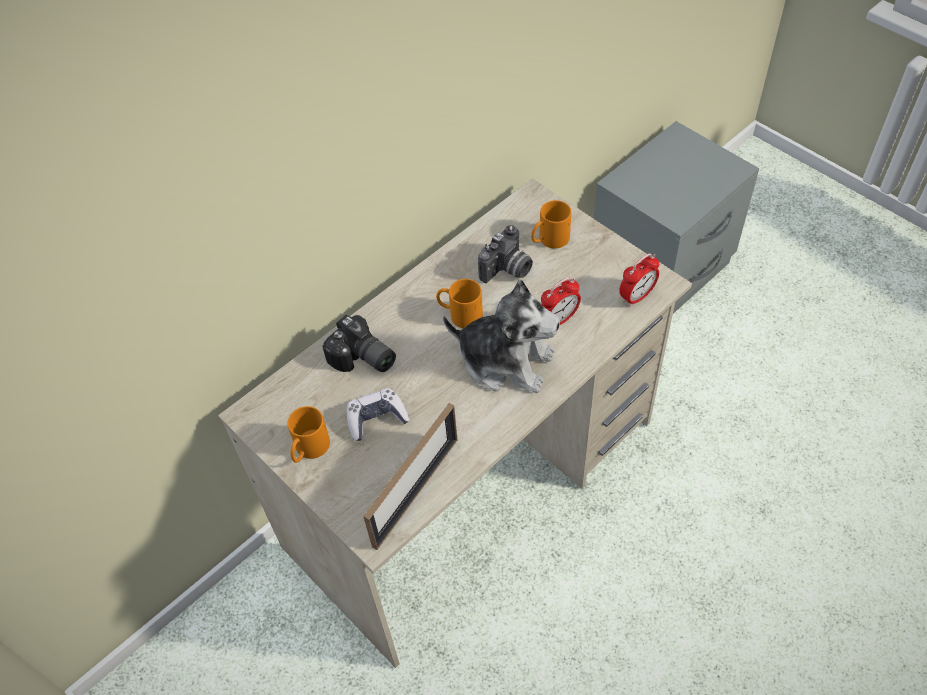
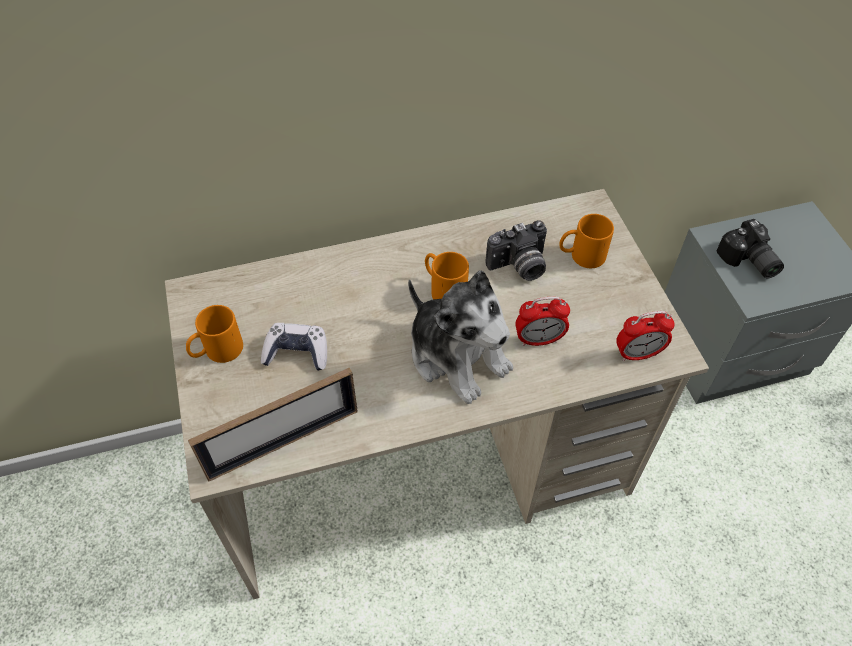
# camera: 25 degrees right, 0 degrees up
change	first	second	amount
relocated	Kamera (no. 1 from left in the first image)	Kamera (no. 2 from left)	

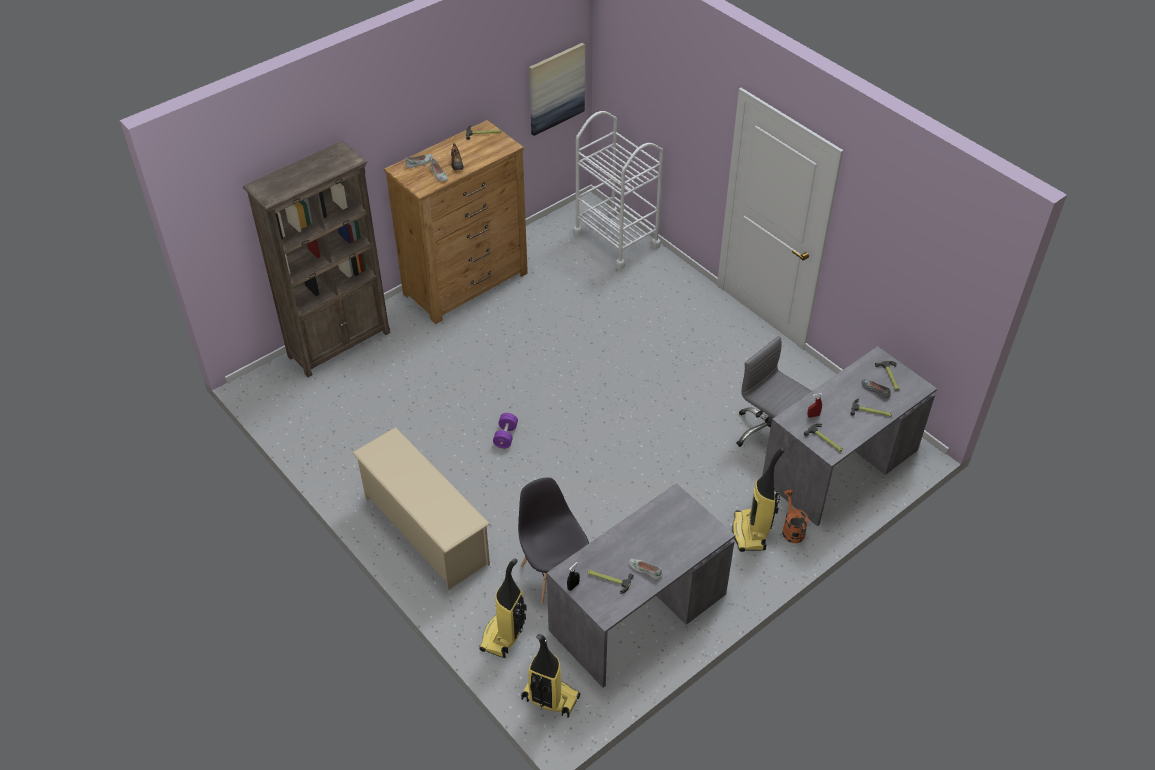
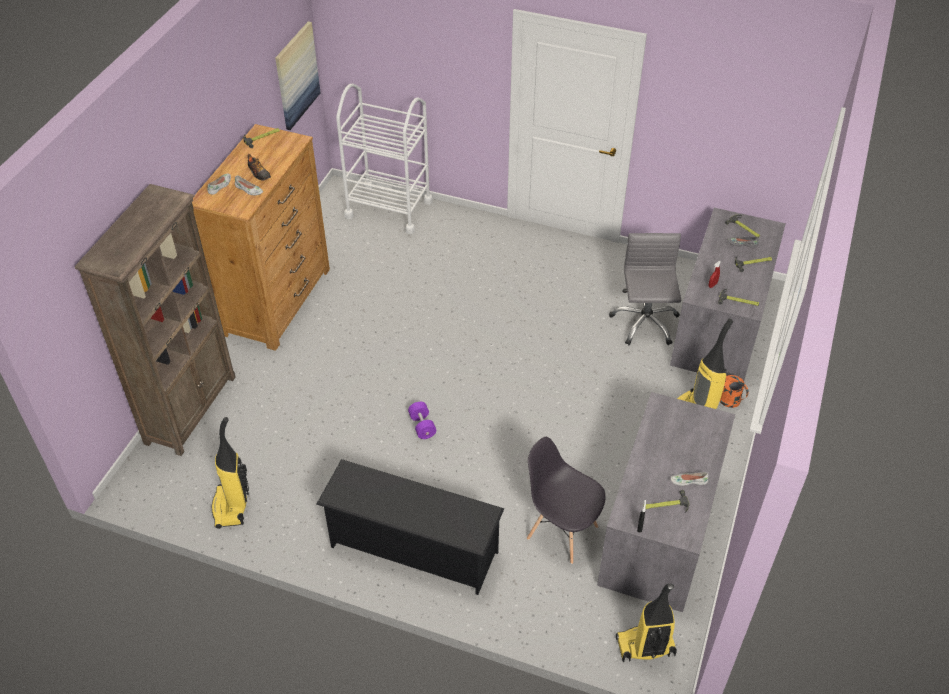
# camera: 30 degrees left, 0 degrees up
change	first	second	amount
spun	Bürostuhl (grau)		75 degrees clockwise
colour	Schuhregal (beige)	Schuhregal (schwarz)	
relocated	Staubsauger (no. 1 from left)		

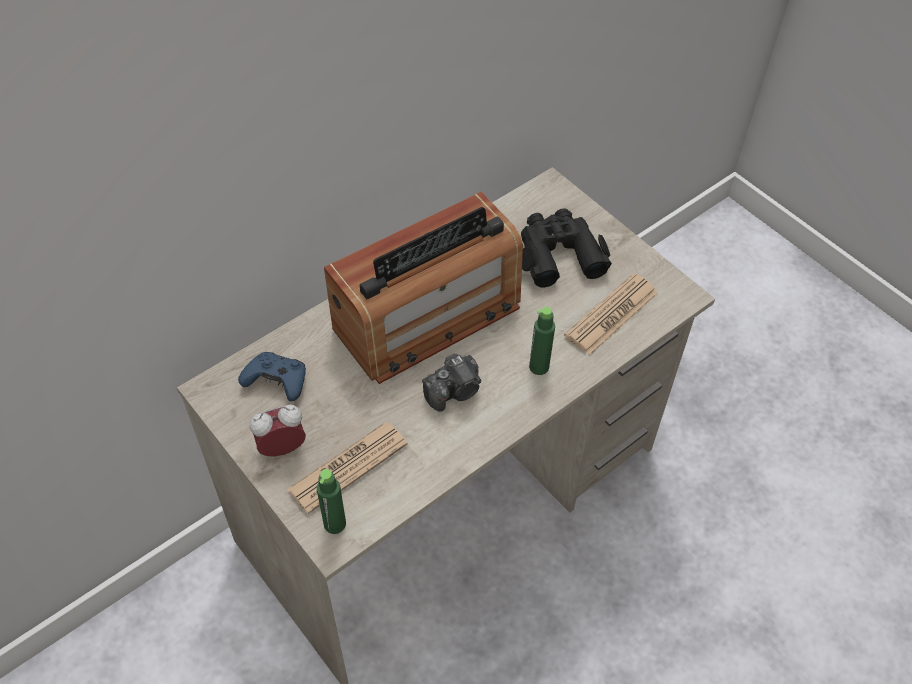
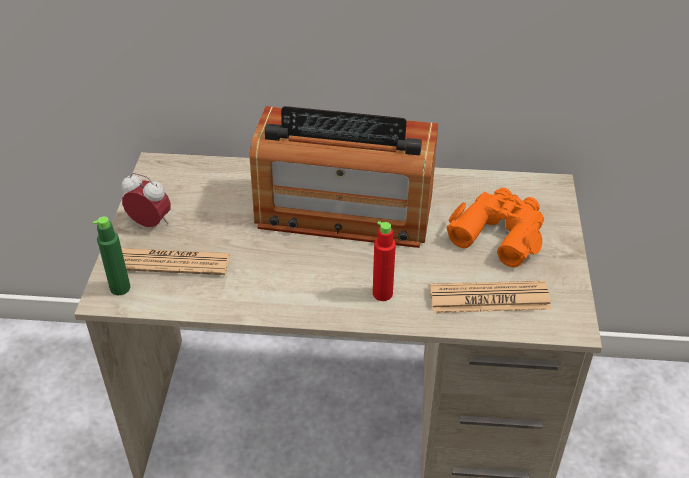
# camera: 45 degrees right, 10 degrees down
change	first	second	amount
colour	Fernglas (schwarz)	Fernglas (orange)	
colour	Flasche (grün) (no. 2 from left)	Flasche (rot)	
missing	Gamepad (blau)		
missing	Kamera		

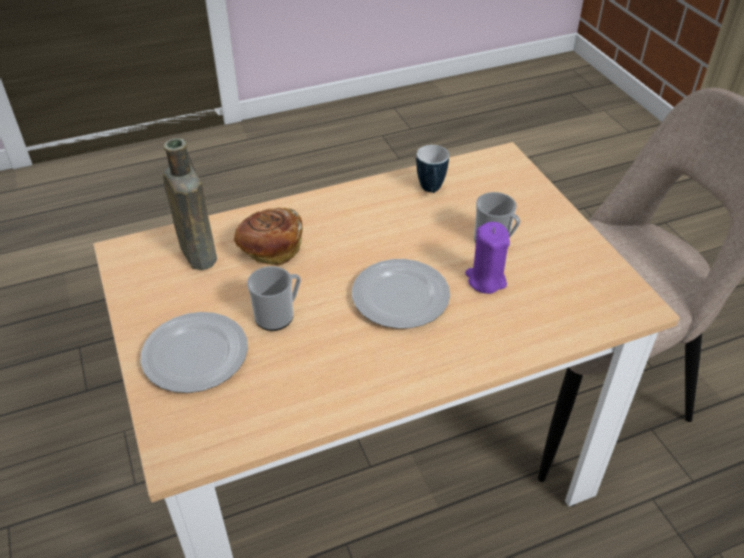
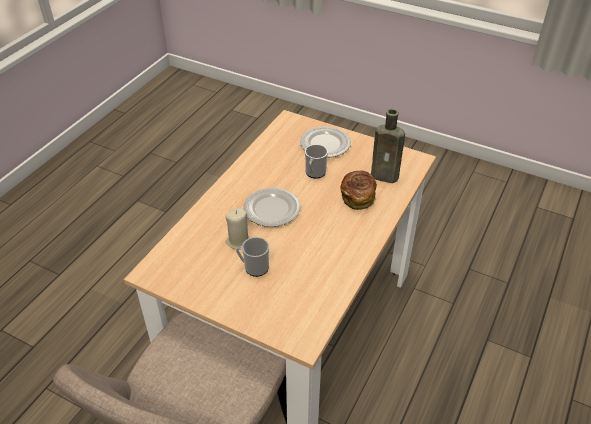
# camera: 140 degrees right, 0 degrees up
change	first	second	amount
missing	Henkelbecher (no. 2 from left)		
colour	Kerze (lila)	Kerze (beige)	

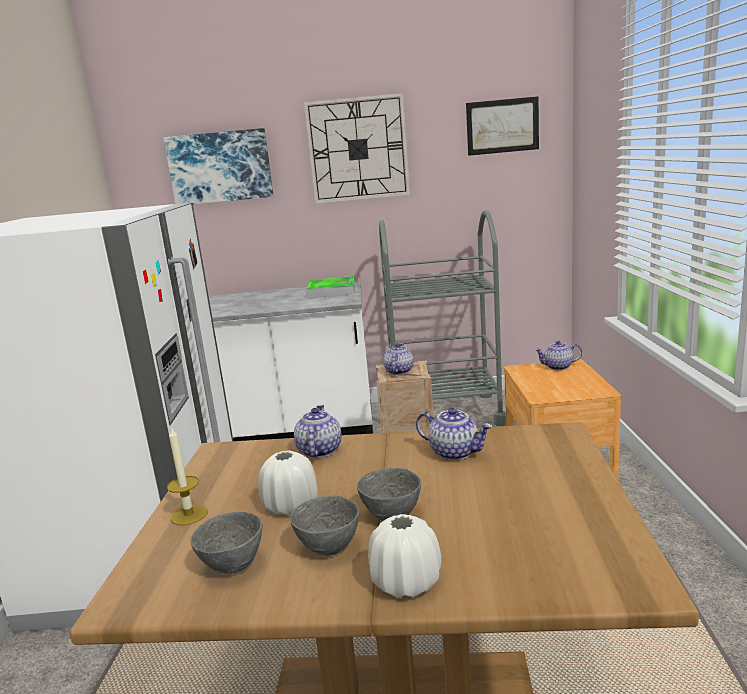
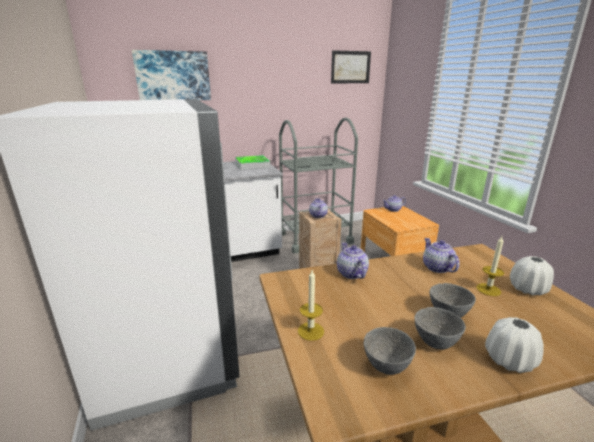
# camera: 20 degrees left, 5 degrees up
change	first	second	amount
missing	Wanduhr		
spun	Teekanne (no. 3 from left in the first image)	Teekanne (no. 4 from left)	120 degrees counterclockwise
relocated	Vase (weiß) (no. 1 from left in the first image)	Vase (weiß) (no. 2 from left)	
appeared		Kerze (no. 2 from left)	

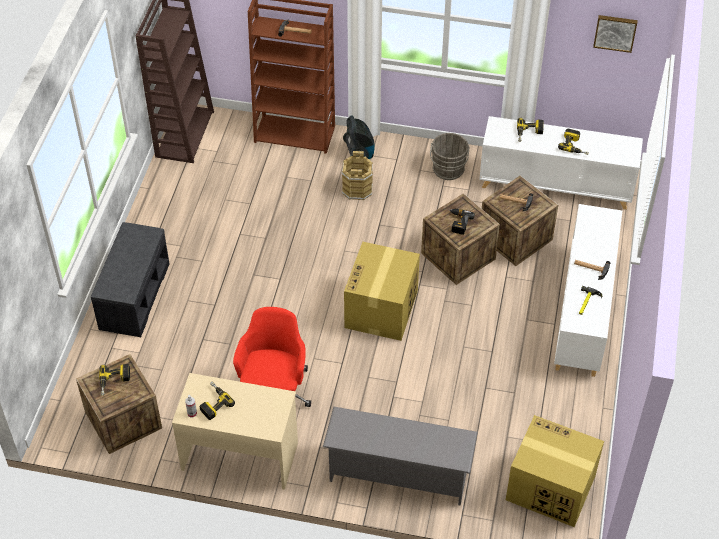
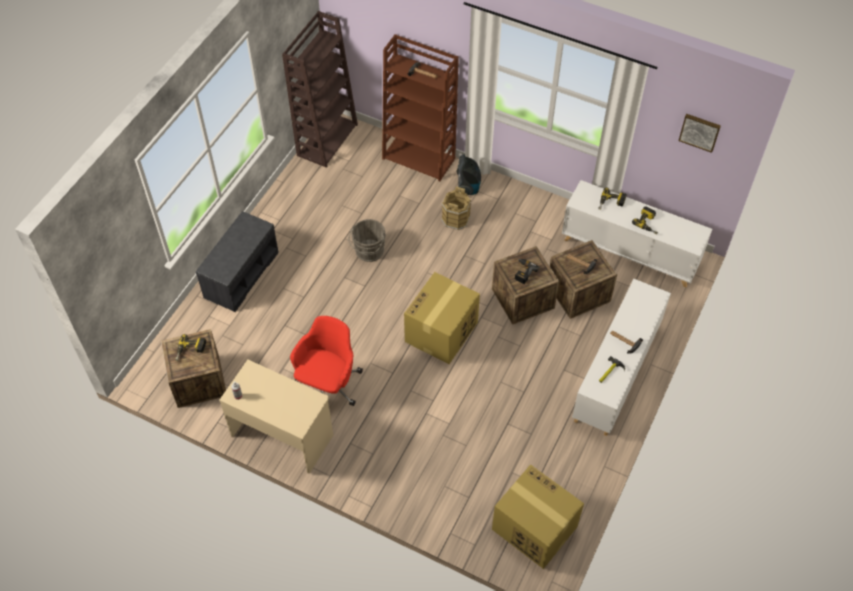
# camera: 15 degrees right, 5 degrees up
change	first	second	amount
relocated	Eimer (grau)		
missing	Bohrmaschine (no. 2 from left)		
missing	Schuhregal (grau)		

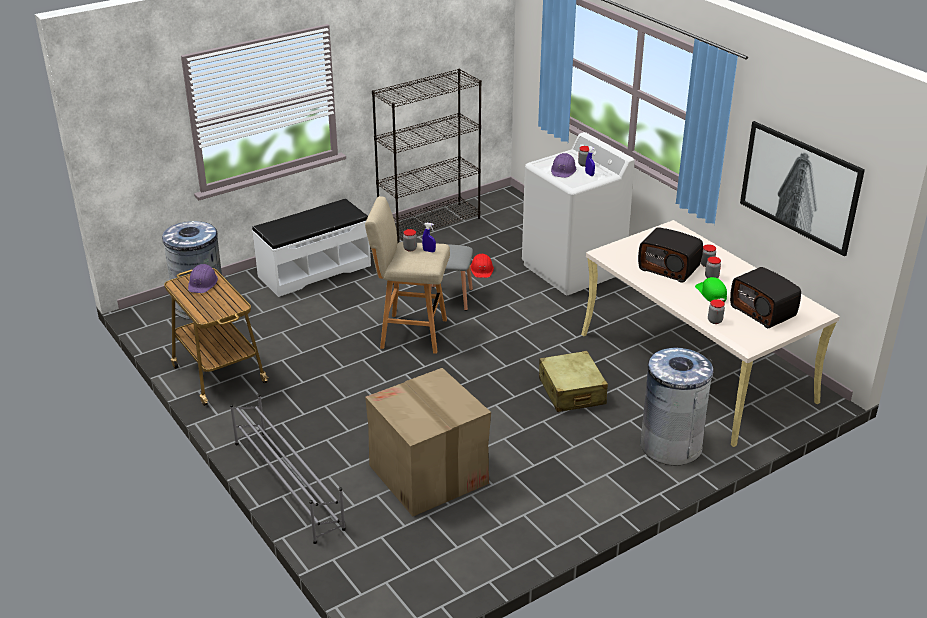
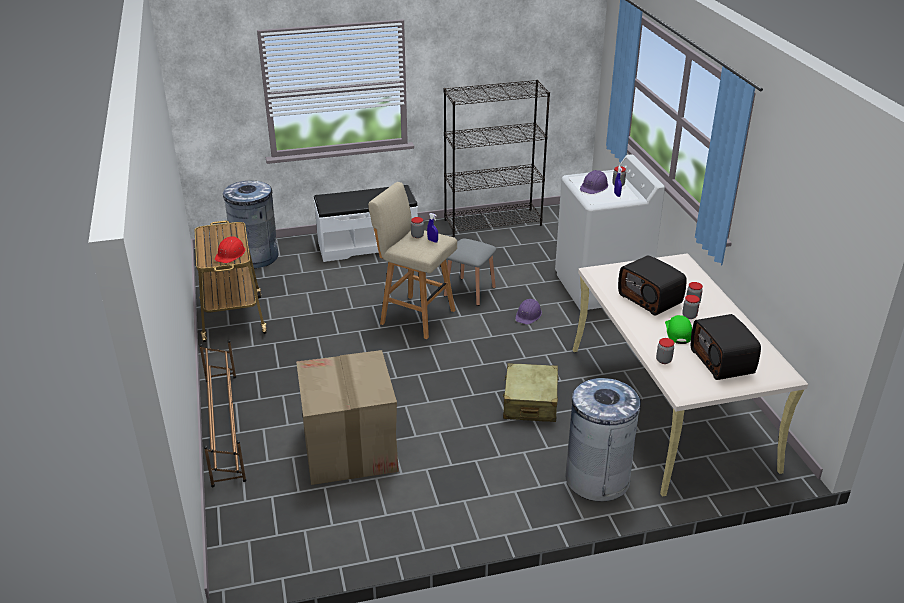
# camera: 20 degrees right, 0 degrees up
change	first	second	amount
missing	Bild		
relocated	Schutzhelm (rot)		
relocated	Schutzhelm (lila) (no. 1 from left)		
colour	Schuhregal (grau)	Schuhregal (braun)	

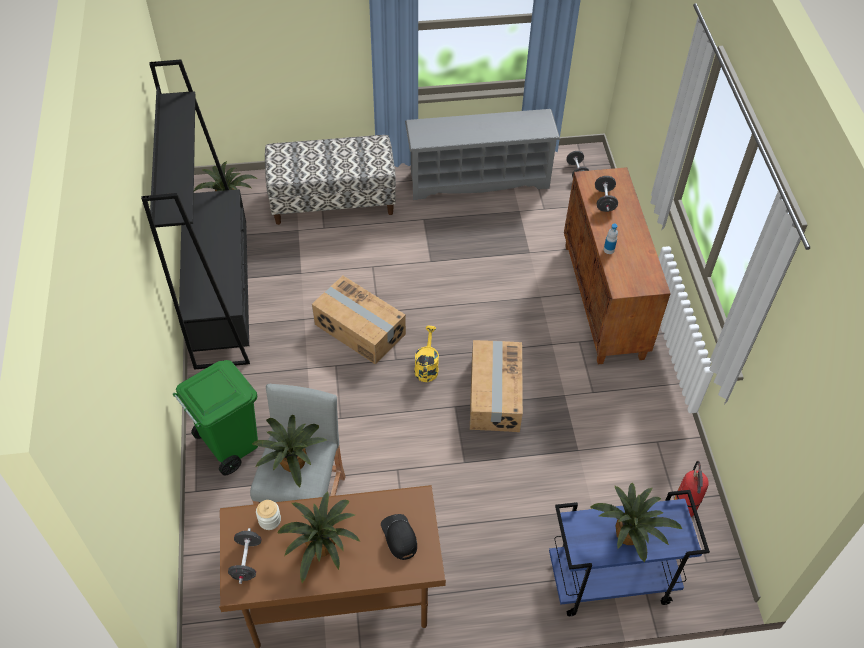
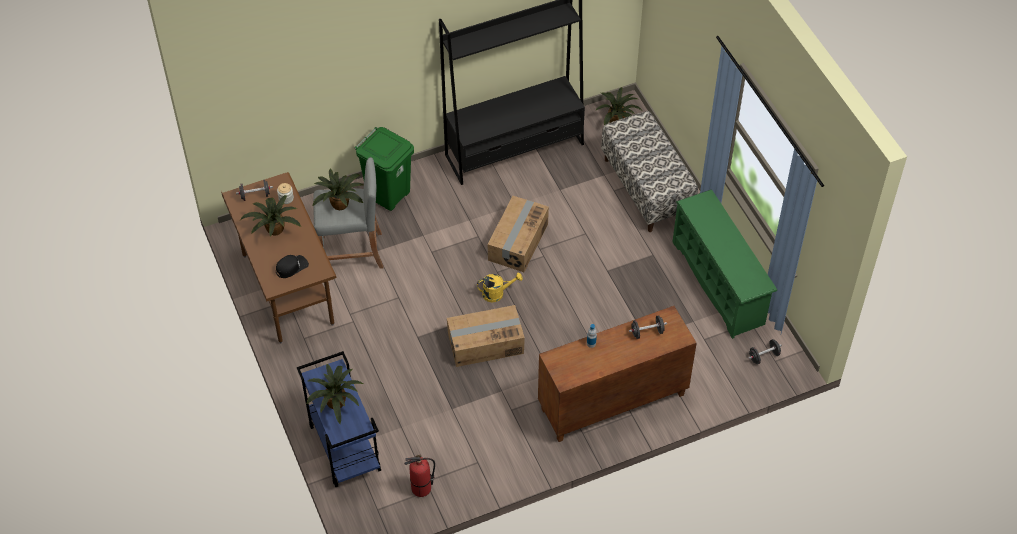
# camera: 75 degrees right, 0 degrees up
change	first	second	amount
colour	Schuhregal (grau)	Schuhregal (grün)	

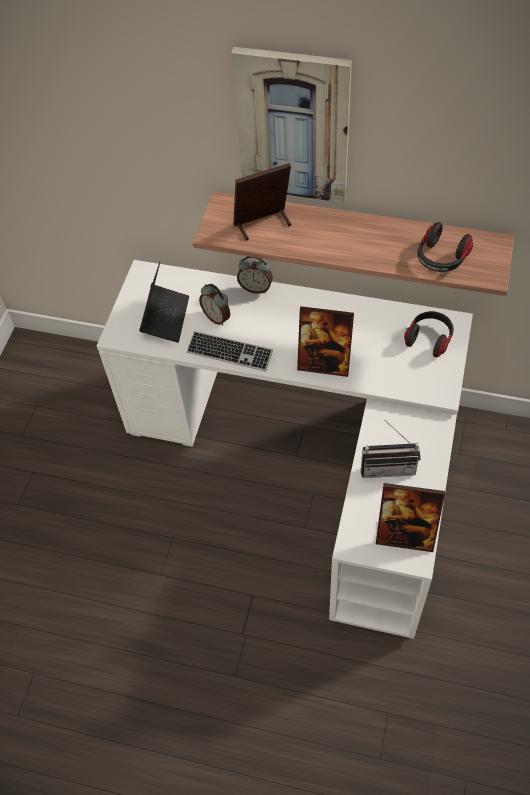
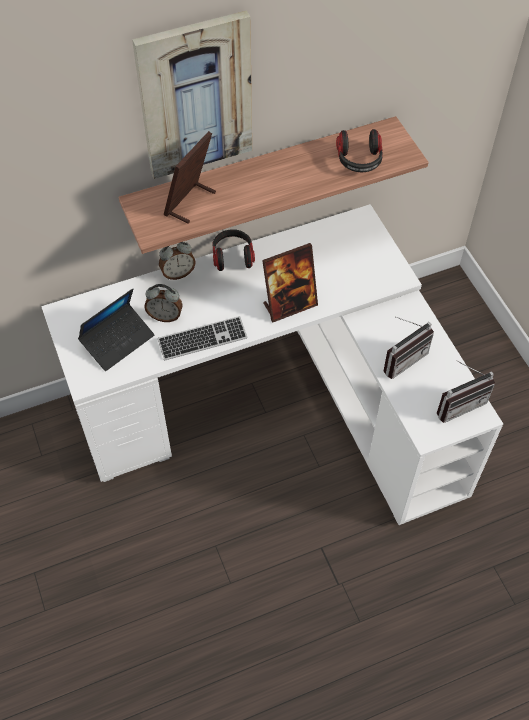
# camera: 40 degrees left, 0 degrees up
change	first	second	amount
spun	Laptop		75 degrees clockwise
relocated	Kopfhörer (no. 1 from left)		
exchanged	Bilderrahmen (no. 3 from left)	Radio (no. 2 from left)	

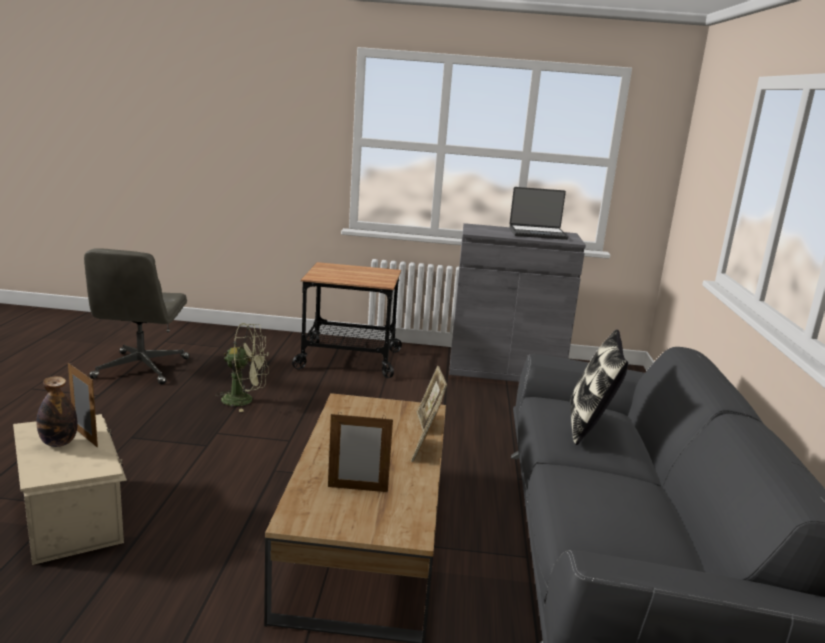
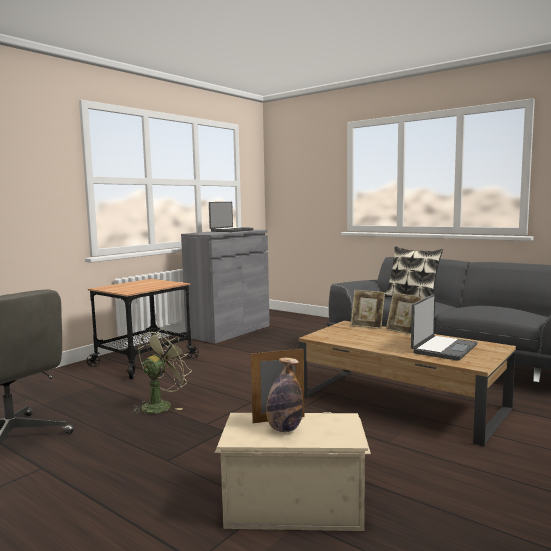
# camera: 55 degrees left, 10 degrees down
change	first	second	amount
exchanged	Bilderrahmen (no. 2 from left)	Laptop (no. 2 from left)	

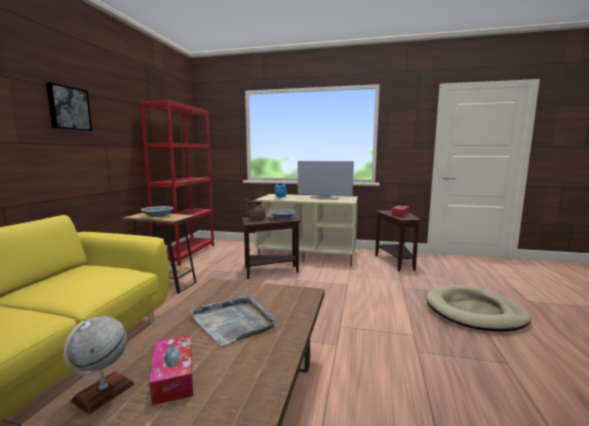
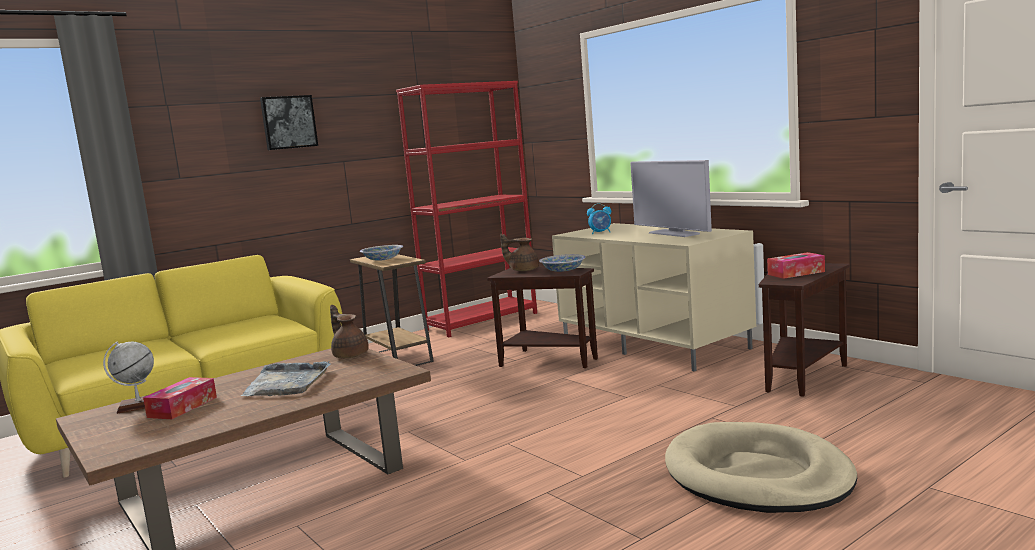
# camera: 40 degrees right, 0 degrees up
change	first	second	amount
appeared		Teekanne (braun) (no. 1 from left)	

